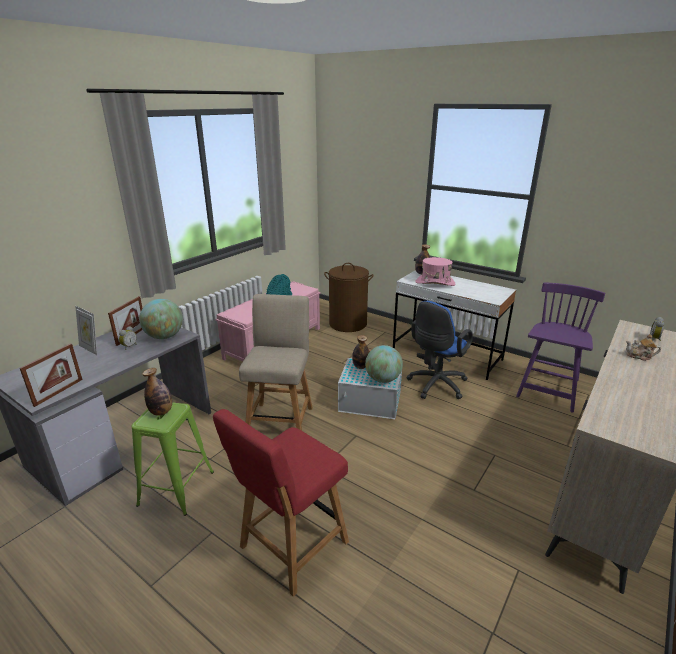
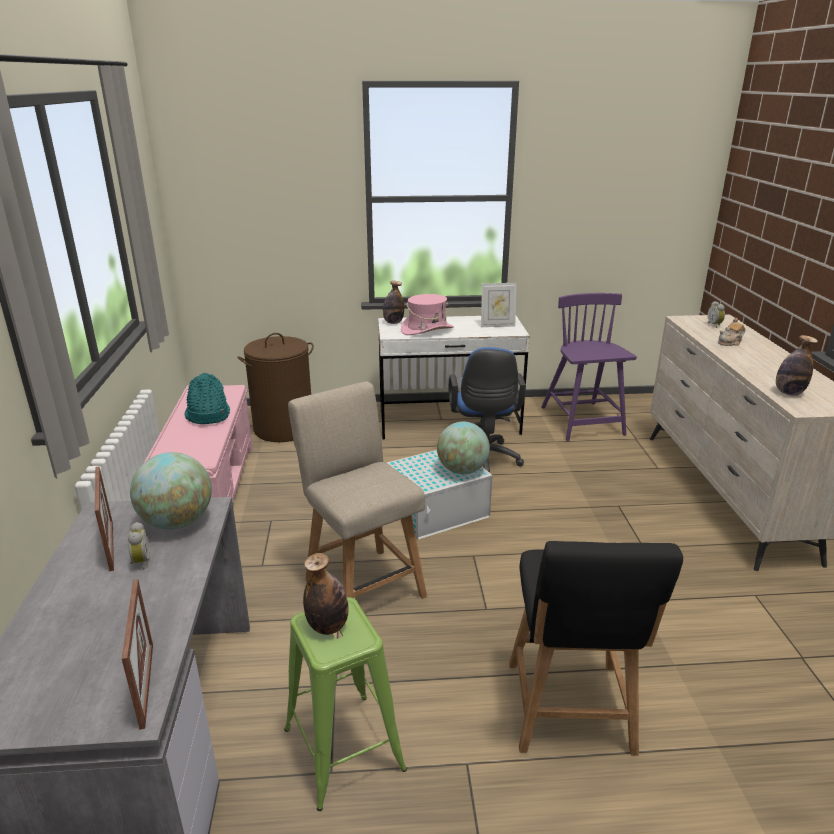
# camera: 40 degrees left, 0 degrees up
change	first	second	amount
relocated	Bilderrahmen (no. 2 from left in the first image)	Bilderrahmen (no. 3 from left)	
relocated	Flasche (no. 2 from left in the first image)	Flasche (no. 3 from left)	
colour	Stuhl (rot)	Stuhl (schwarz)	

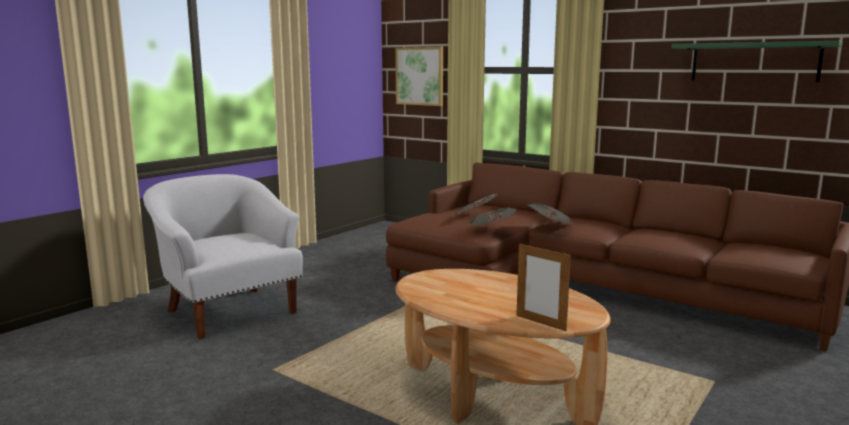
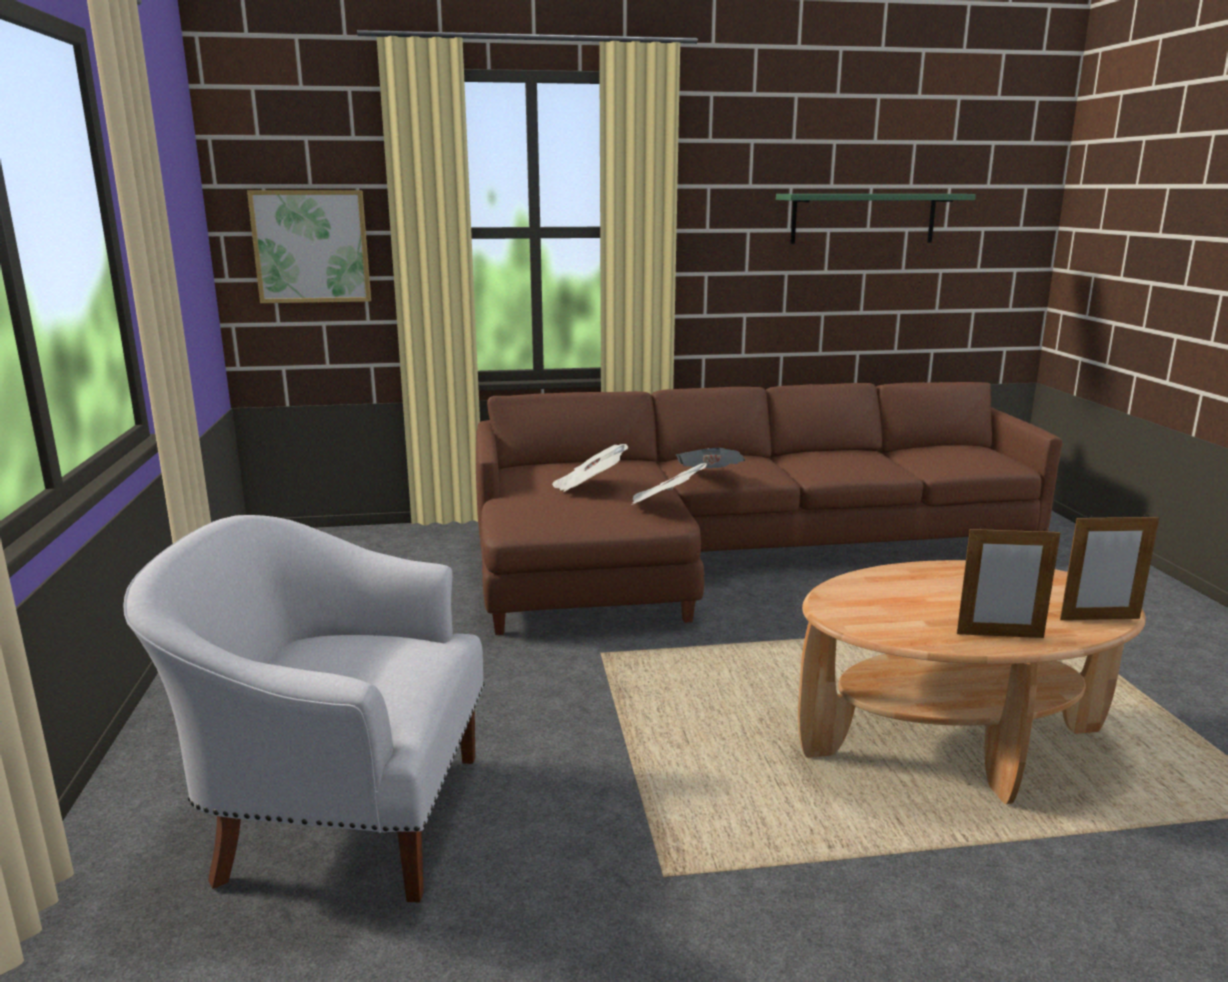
# camera: 45 degrees left, 5 degrees up
change	first	second	amount
appeared		Bilderrahmen (no. 1 from left)	

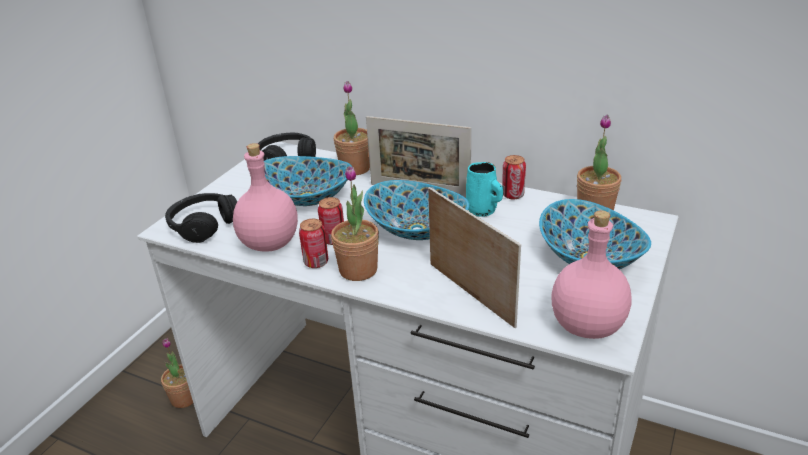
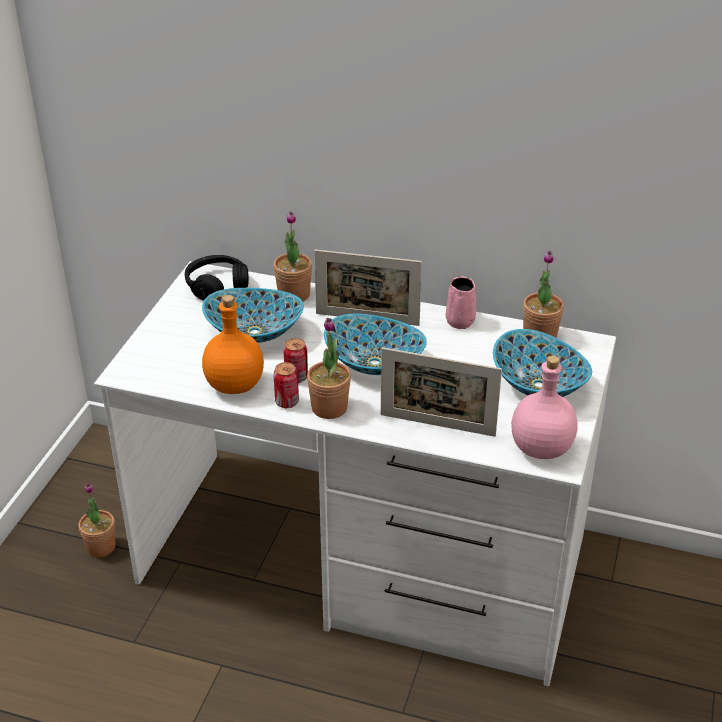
# camera: 10 degrees left, 5 degrees up
change	first	second	amount
colour	Flasche (rosa) (no. 1 from left)	Flasche (orange)	
exchanged	Dose (no. 3 from left)	Henkelbecher (rosa)	
missing	Henkelbecher (türkis)		
spun	Bilderrahmen (no. 2 from left)		150 degrees clockwise
missing	Kopfhörer (schwarz) (no. 1 from left)		

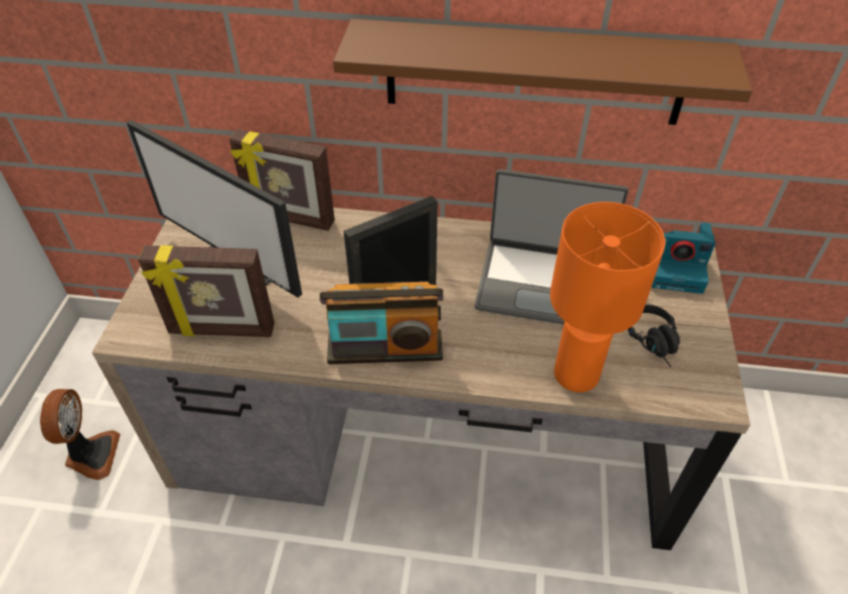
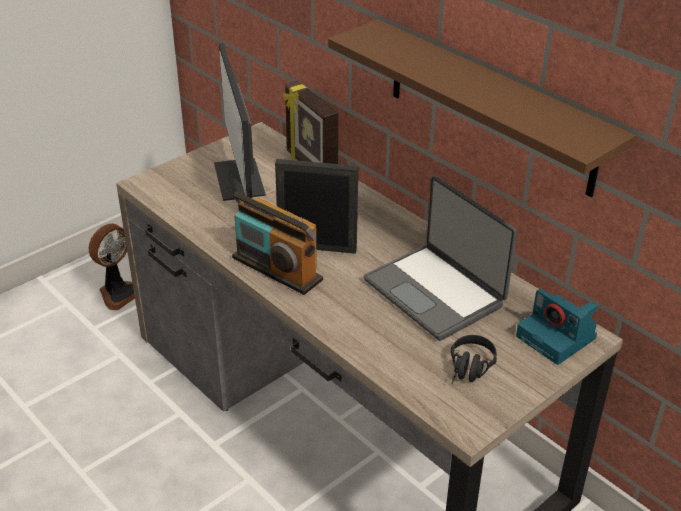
# camera: 40 degrees right, 10 degrees down
change	first	second	amount
missing	Tischlampe (orange)		
missing	Bilderrahmen (no. 1 from left)		

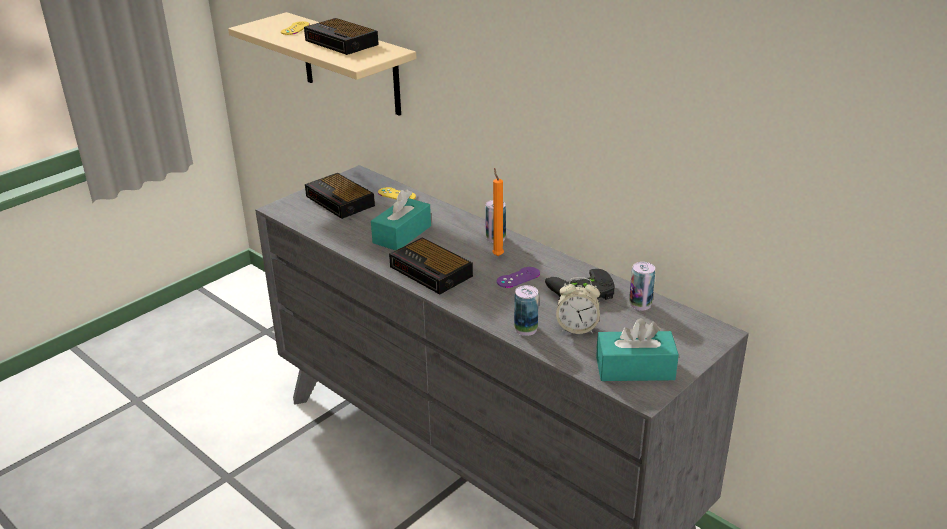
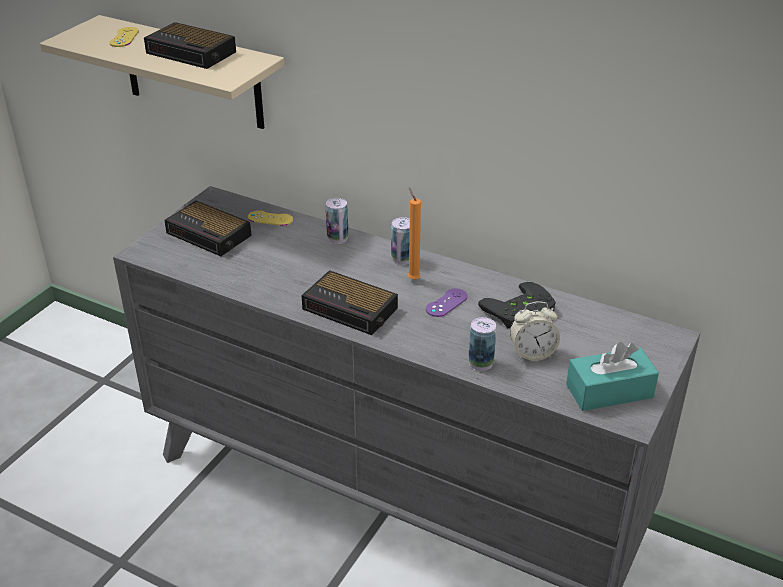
# camera: 15 degrees left, 5 degrees up
change	first	second	amount
missing	Taschentuchbox (türkis) (no. 1 from left)		
relocated	Dose (no. 3 from left in the first image)	Dose (no. 1 from left)	

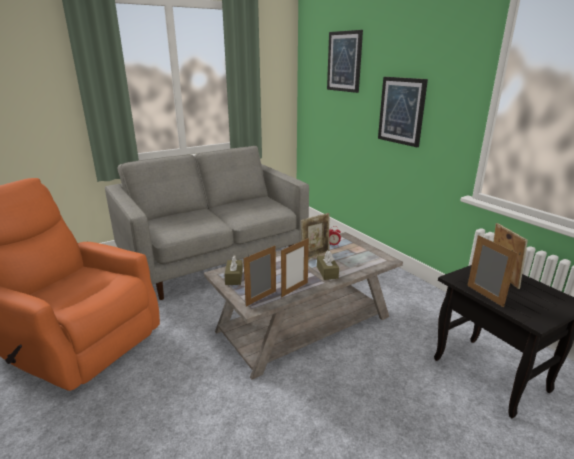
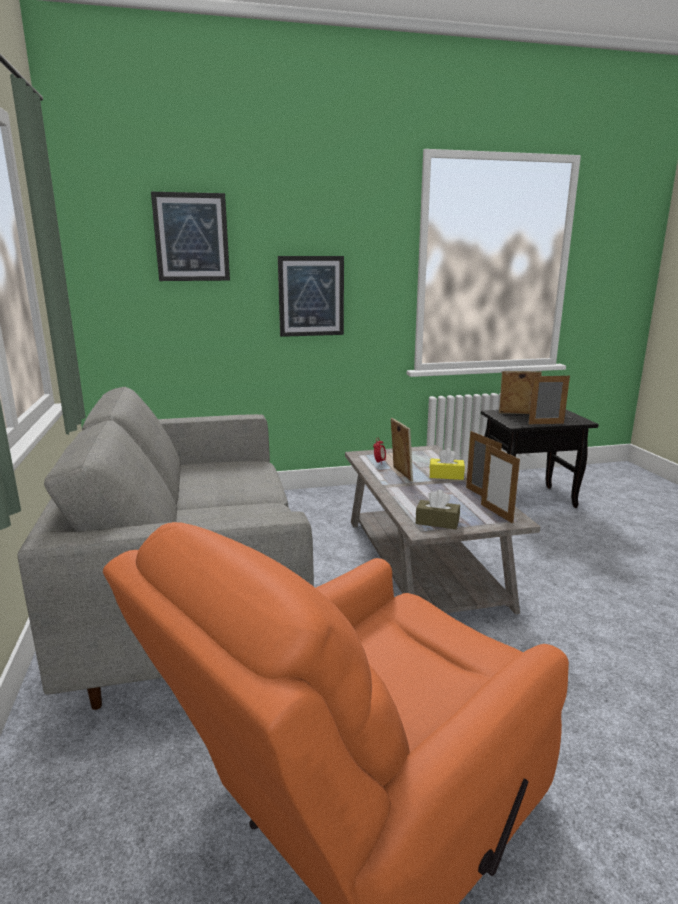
# camera: 70 degrees left, 5 degrees down
change	first	second	amount
colour	Taschentuchbox (braun) (no. 2 from left)	Taschentuchbox (gelb)	

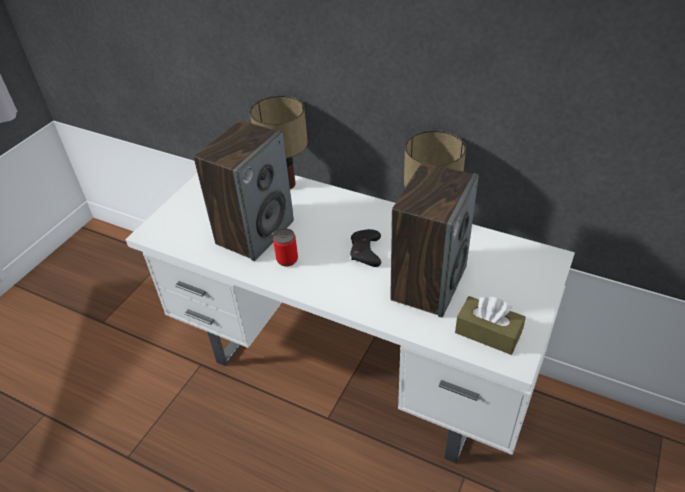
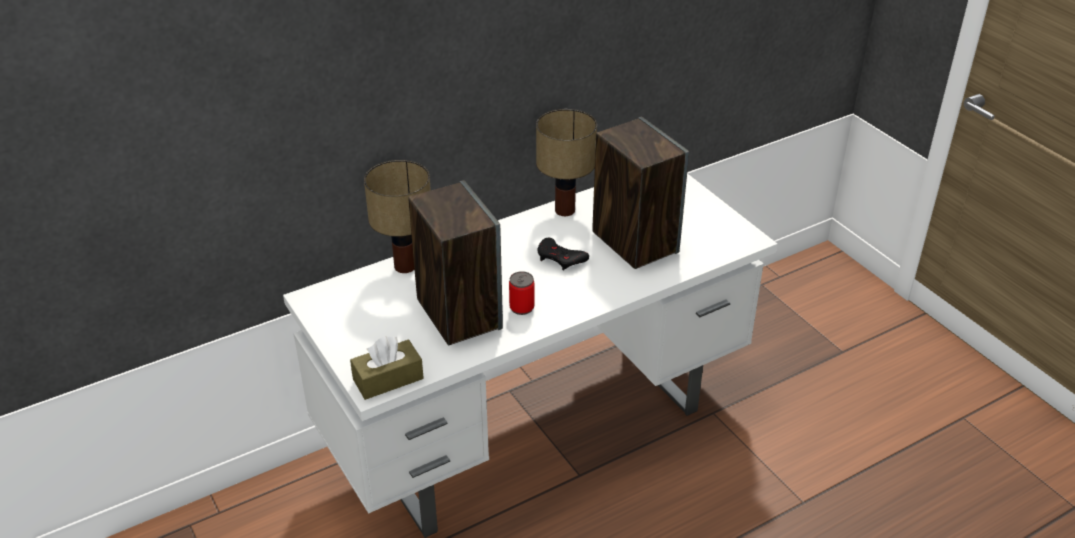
# camera: 60 degrees left, 5 degrees down
change	first	second	amount
relocated	Taschentuchbox (braun)		

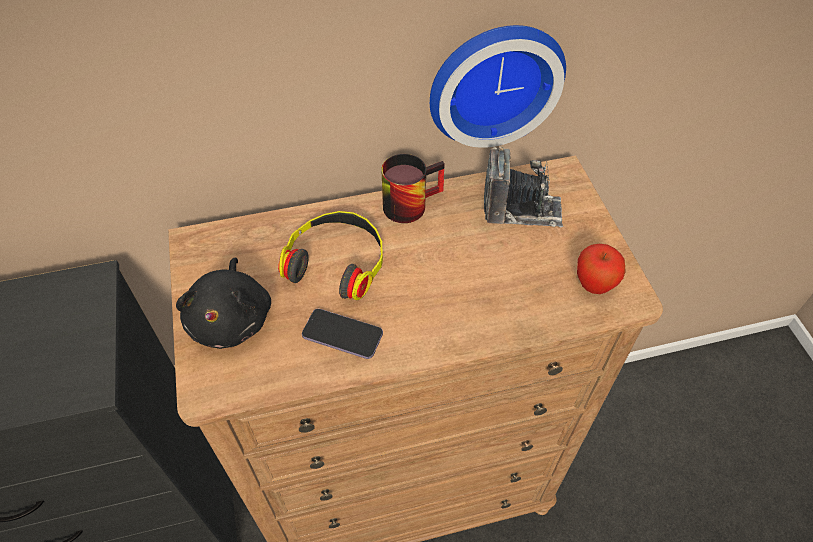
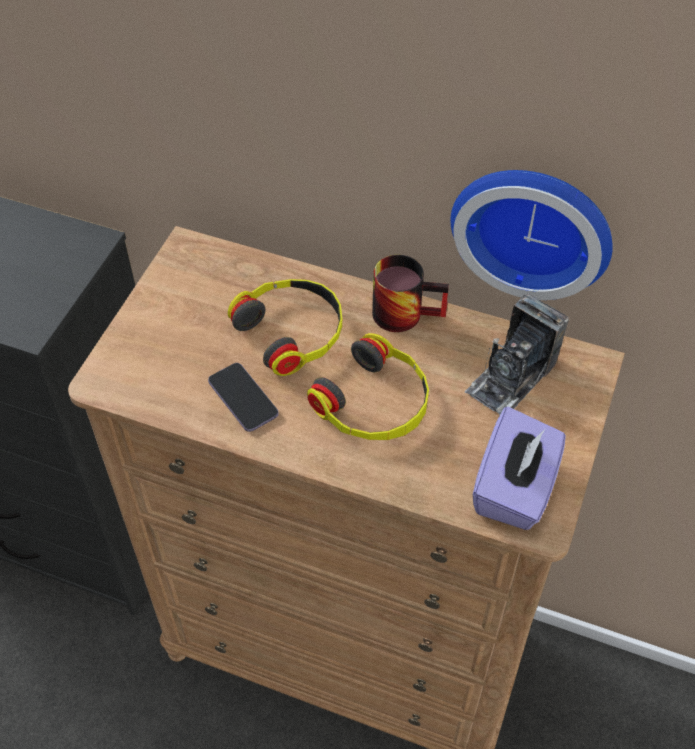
# camera: 35 degrees right, 0 degrees up
change	first	second	amount
spun	Kamera		90 degrees clockwise
exchanged	Apfel	Taschentuchbox (lila)	
missing	Plüschtier (schwarz)		
appeared		Kopfhörer (no. 2 from left)	

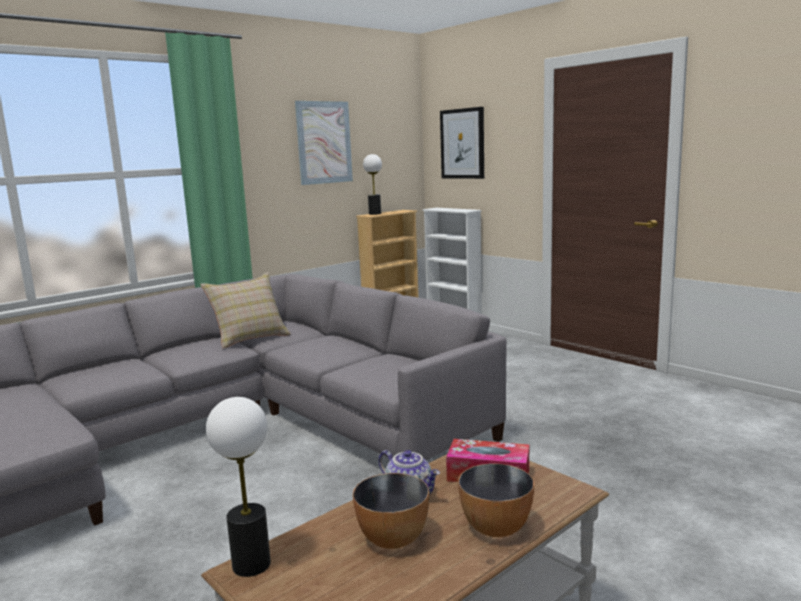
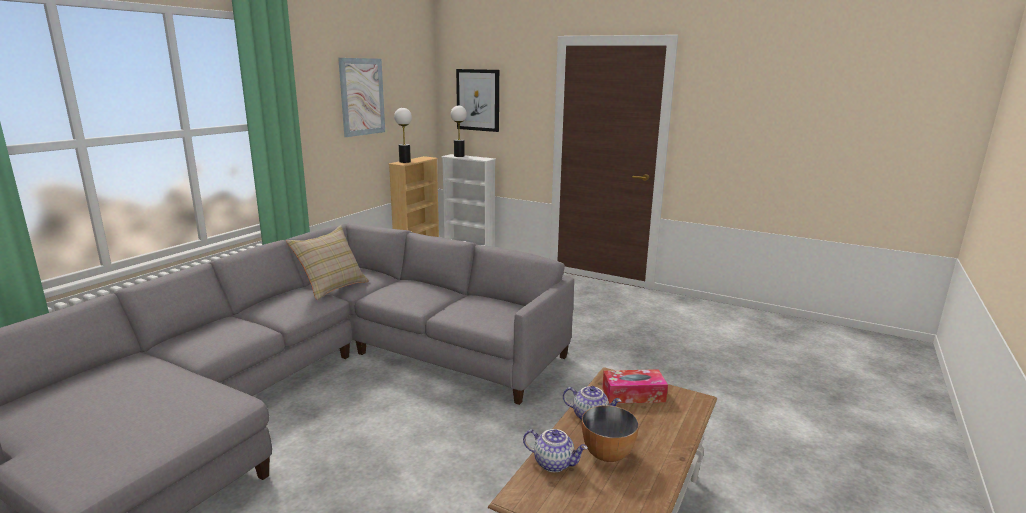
# camera: 20 degrees left, 5 degrees up
change	first	second	amount
relocated	Tischlampe (no. 1 from left in the first image)	Tischlampe (no. 2 from left)	
missing	Schüssel (no. 2 from left)		
appeared		Teekanne (no. 1 from left)	

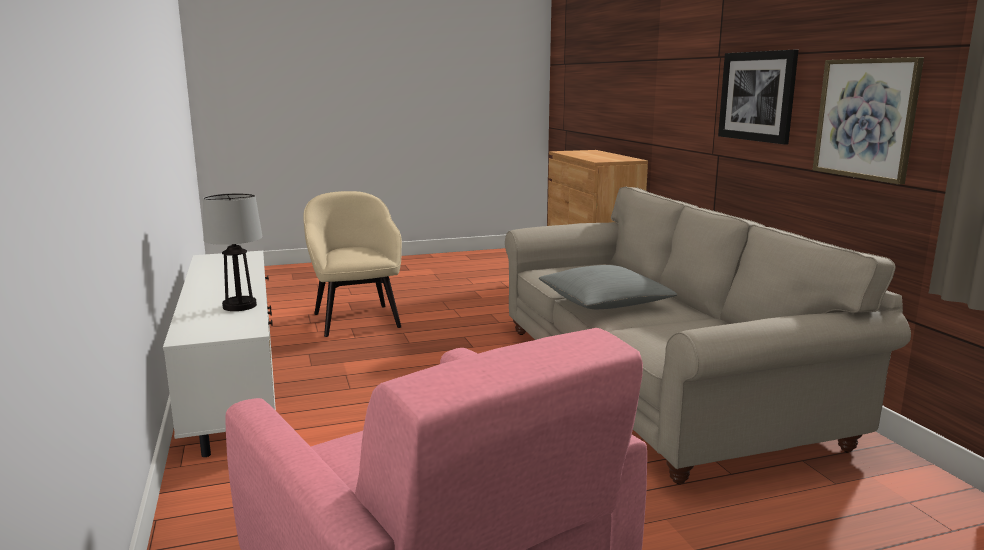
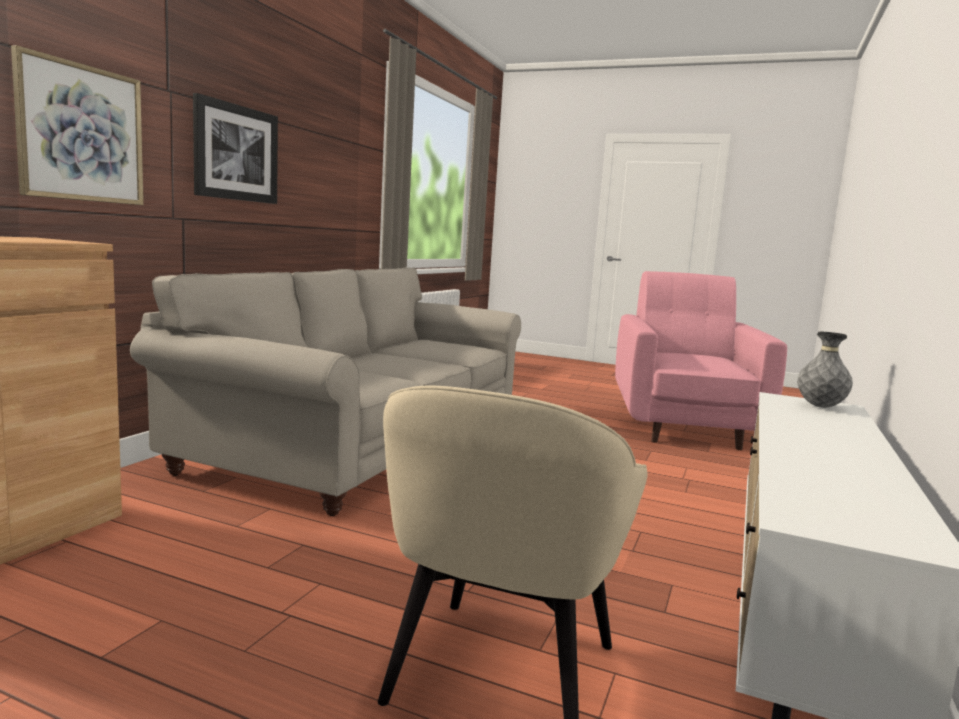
# camera: 140 degrees left, 5 degrees down
change	first	second	amount
relocated	Bild (no. 2 from left in the first image)	Bild (no. 1 from left)	
missing	Tischlampe		
missing	Kissen (grau)		
appeared		Vase (grau)	

